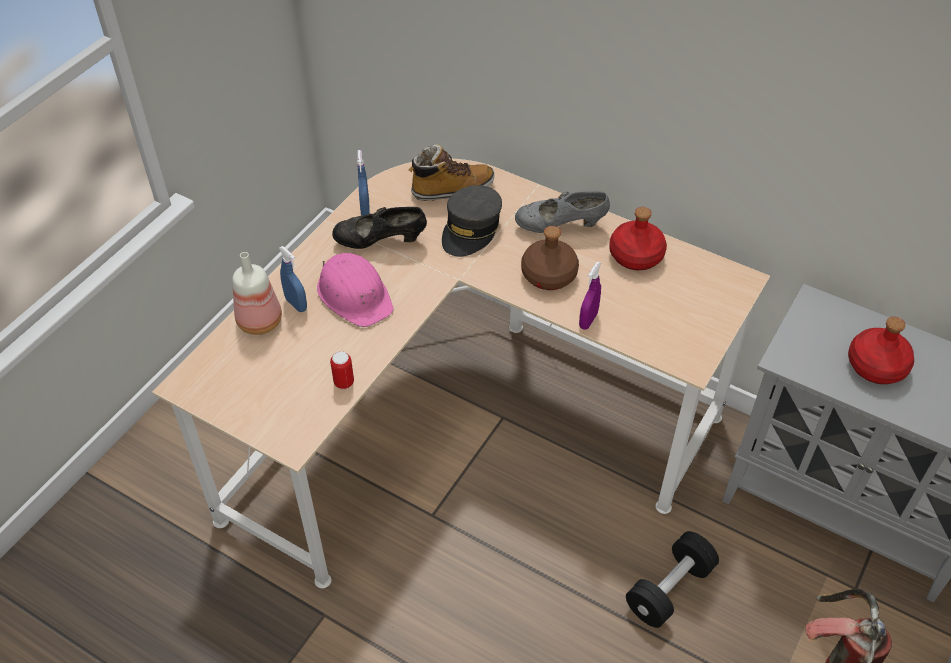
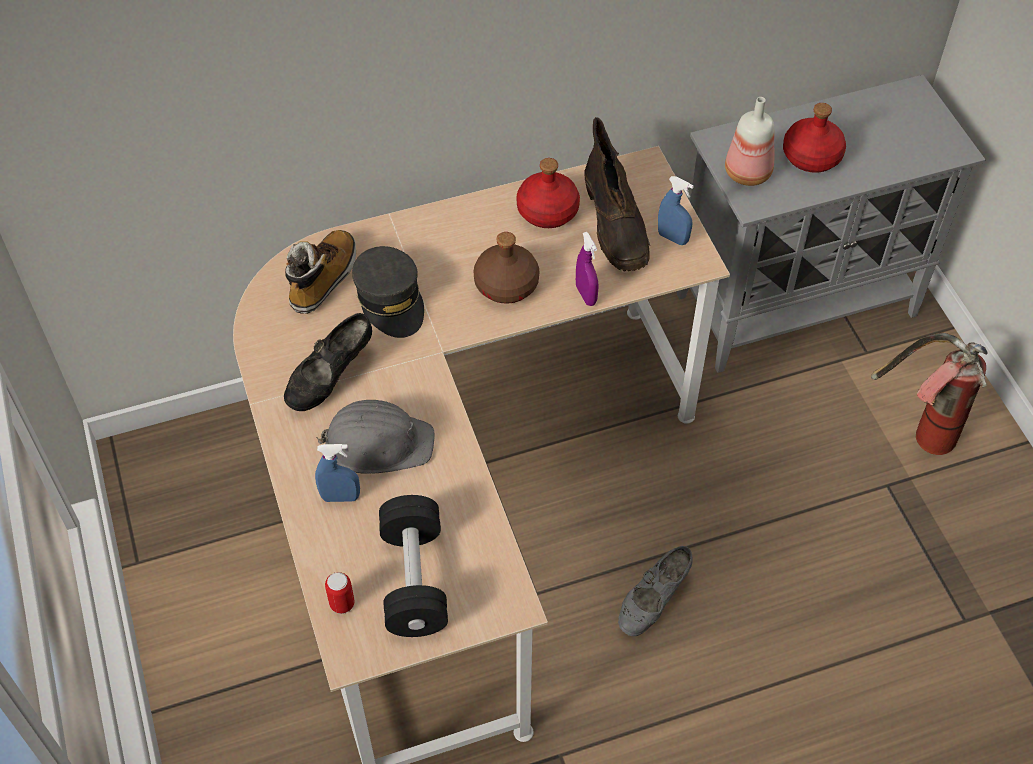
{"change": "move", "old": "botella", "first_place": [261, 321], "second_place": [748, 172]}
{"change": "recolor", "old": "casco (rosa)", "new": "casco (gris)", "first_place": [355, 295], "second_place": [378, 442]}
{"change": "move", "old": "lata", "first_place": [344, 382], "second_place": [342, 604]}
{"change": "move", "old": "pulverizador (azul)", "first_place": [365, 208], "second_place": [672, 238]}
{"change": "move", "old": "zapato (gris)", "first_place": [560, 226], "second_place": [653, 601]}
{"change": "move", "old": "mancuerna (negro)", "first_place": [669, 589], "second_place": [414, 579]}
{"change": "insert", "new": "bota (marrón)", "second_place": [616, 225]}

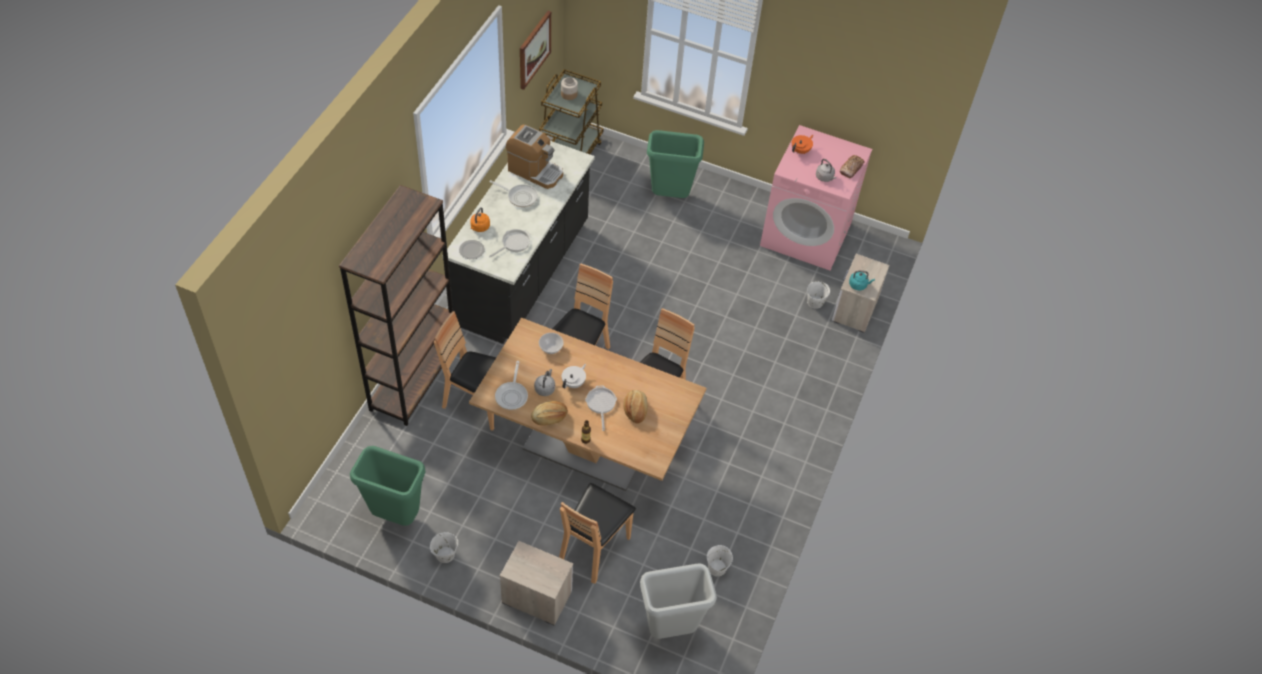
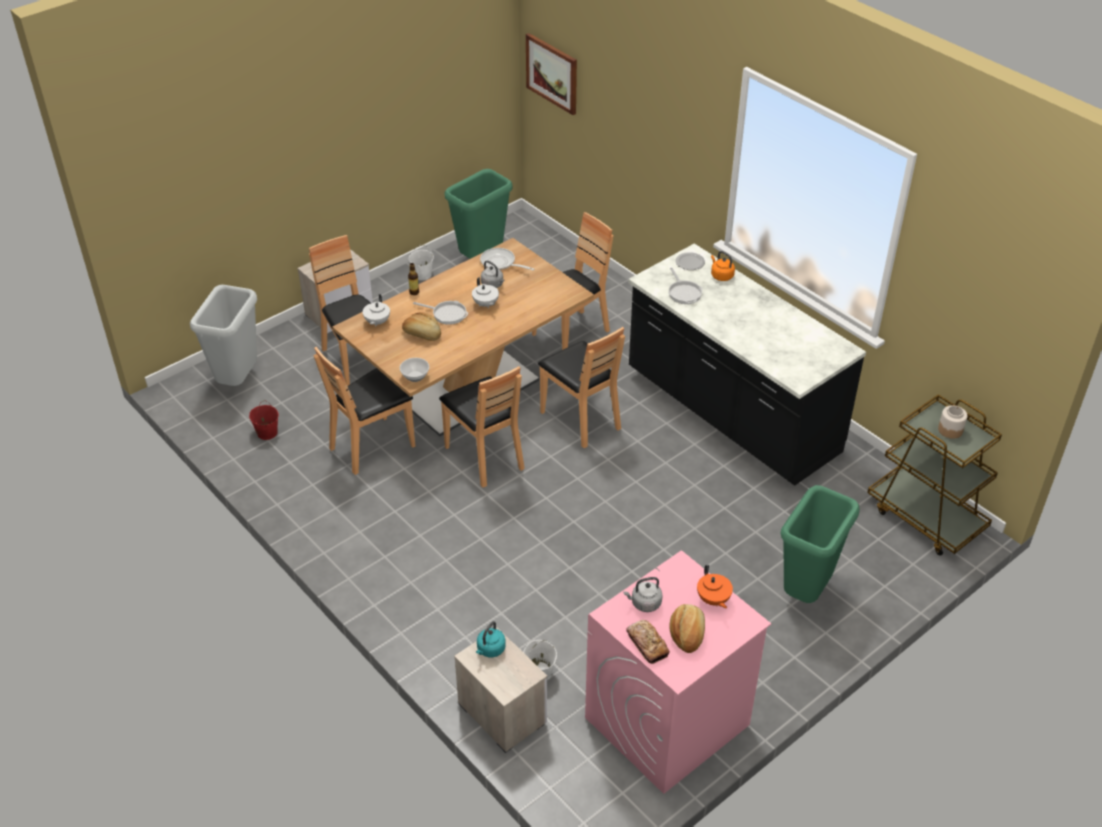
{"change": "delete", "old": "estantería (marrón)", "first_place": [414, 379]}
{"change": "delete", "old": "sartén", "first_place": [520, 197]}
{"change": "delete", "old": "cafetera", "first_place": [535, 171]}
{"change": "move", "old": "cuadro", "first_place": [534, 49], "second_place": [552, 73]}
{"change": "move", "old": "pan", "first_place": [549, 417], "second_place": [687, 633]}
{"change": "move", "old": "cuenco", "first_place": [551, 349], "second_place": [414, 376]}
{"change": "recolor", "old": "cubo (blanco)", "new": "cubo (rojo)", "first_place": [717, 568], "second_place": [267, 433]}
{"change": "insert", "new": "silla (marrón)", "second_place": [372, 446]}
{"change": "insert", "new": "tetera (blanco)", "second_place": [377, 322]}

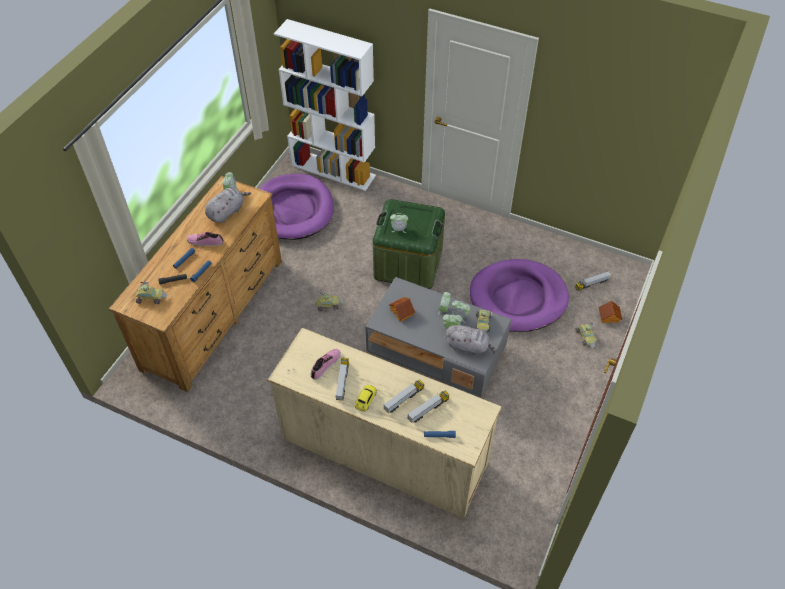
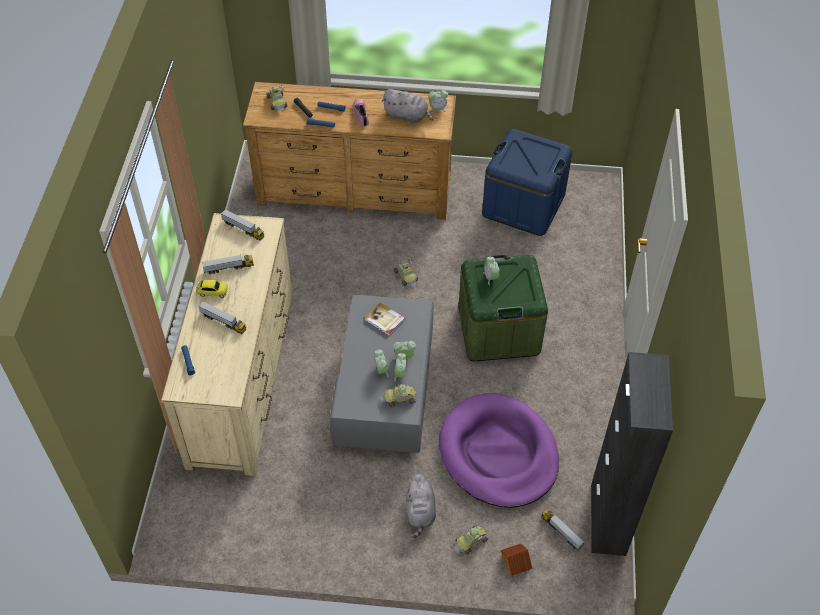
{"change": "replace", "old": "cama para perro (morado)", "new": "caja de almacenaje (azul)", "first_place": [293, 209], "second_place": [523, 205]}
{"change": "delete", "old": "estantería (blanco)", "first_place": [333, 170]}
{"change": "delete", "old": "zapato", "first_place": [326, 365]}
{"change": "replace", "old": "casita", "new": "libro", "first_place": [402, 312], "second_place": [384, 320]}
{"change": "move", "old": "camión de juguete", "first_place": [428, 409], "second_place": [243, 229]}
{"change": "move", "old": "peluche (gris)", "first_place": [469, 346], "second_place": [420, 512]}
{"change": "insert", "new": "armario (negro)", "second_place": [608, 519]}

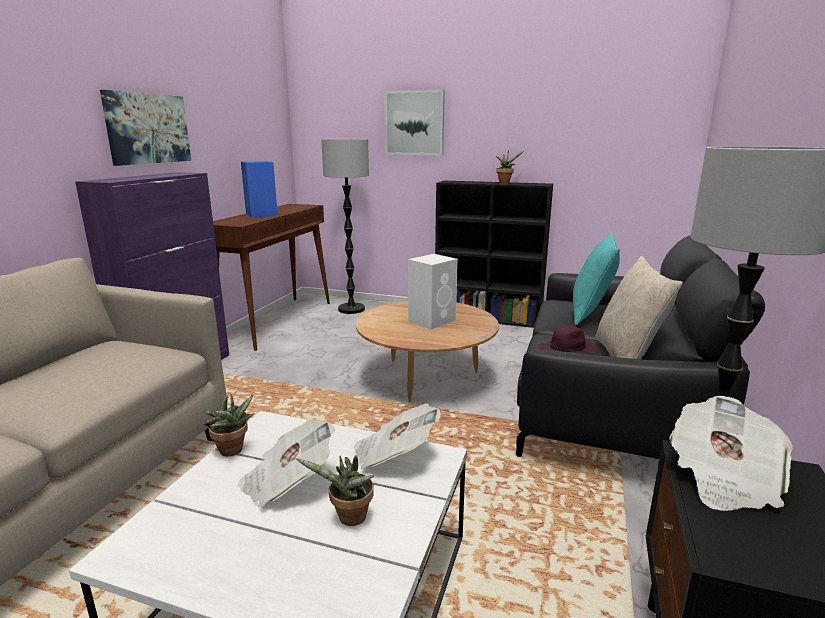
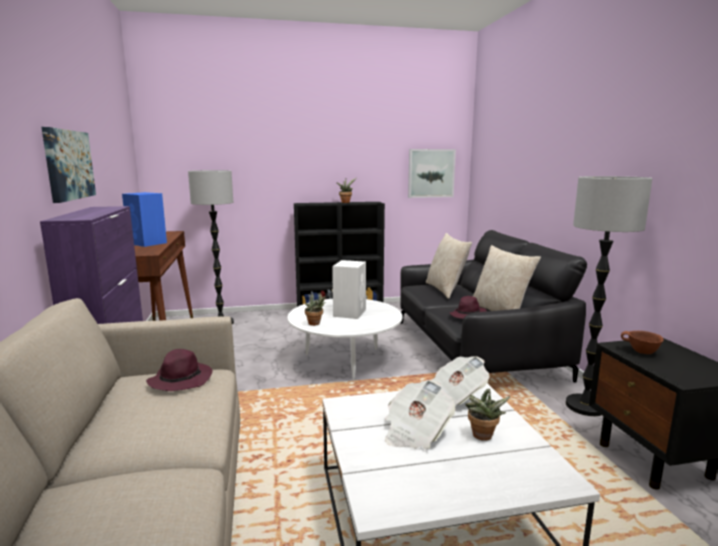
{"change": "move", "old": "planta en maceta", "first_place": [232, 452], "second_place": [315, 324]}
{"change": "recolor", "old": "mesa de centro (marrón)", "new": "mesa de centro (blanco)", "first_place": [426, 377], "second_place": [345, 360]}
{"change": "move", "old": "cuadro", "first_place": [414, 123], "second_place": [431, 173]}
{"change": "recolor", "old": "cojín (turquesa)", "new": "cojín (beis)", "first_place": [590, 313], "second_place": [446, 290]}
{"change": "replace", "old": "periódico", "new": "cuenco (marrón)", "first_place": [723, 479], "second_place": [641, 352]}
{"change": "insert", "new": "sombrero (morado)", "second_place": [181, 379]}

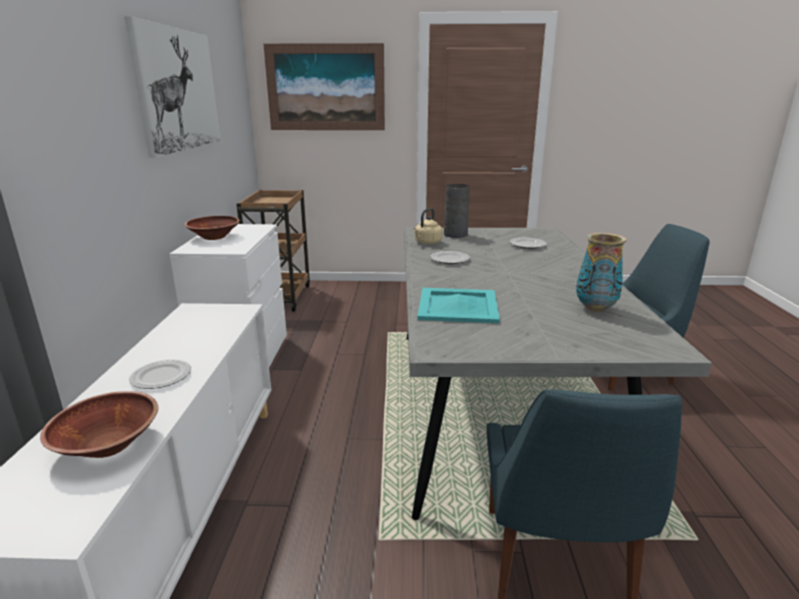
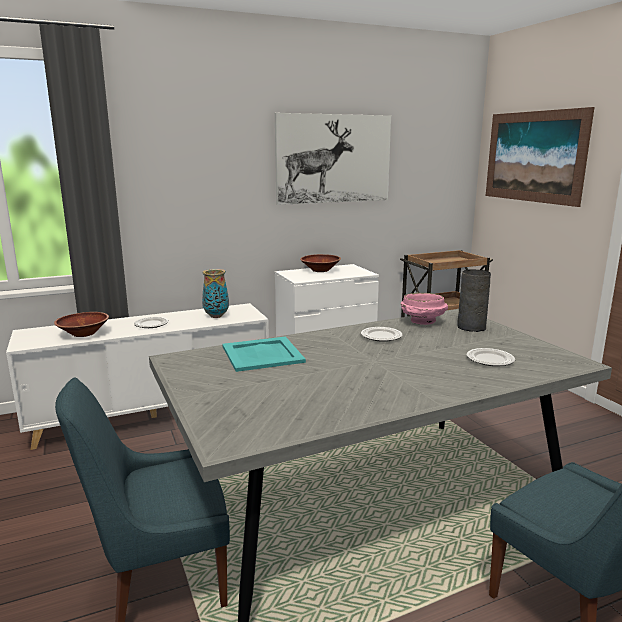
{"change": "replace", "old": "hervidor (beis)", "new": "cuenco (rosa)", "first_place": [427, 243], "second_place": [422, 322]}
{"change": "move", "old": "florero", "first_place": [595, 309], "second_place": [216, 316]}

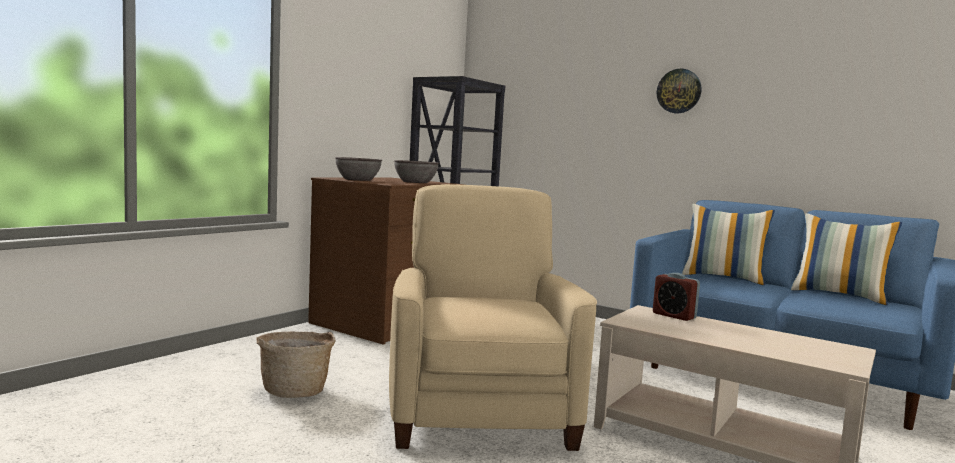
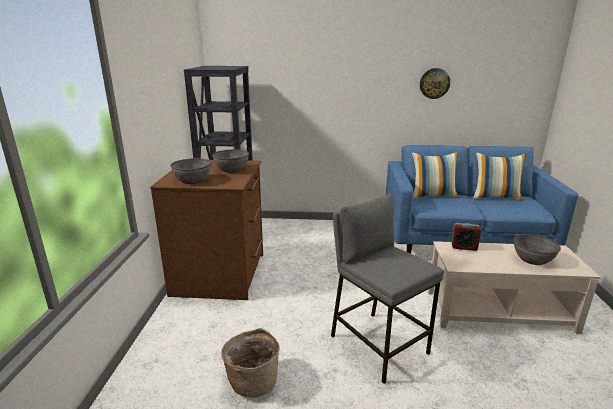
{"change": "replace", "old": "sillón (beis)", "new": "taburete (gris)", "first_place": [479, 412], "second_place": [378, 344]}
{"change": "move", "old": "reloj de pared", "first_place": [679, 91], "second_place": [434, 83]}
{"change": "insert", "new": "cuenco (gris)", "second_place": [532, 259]}

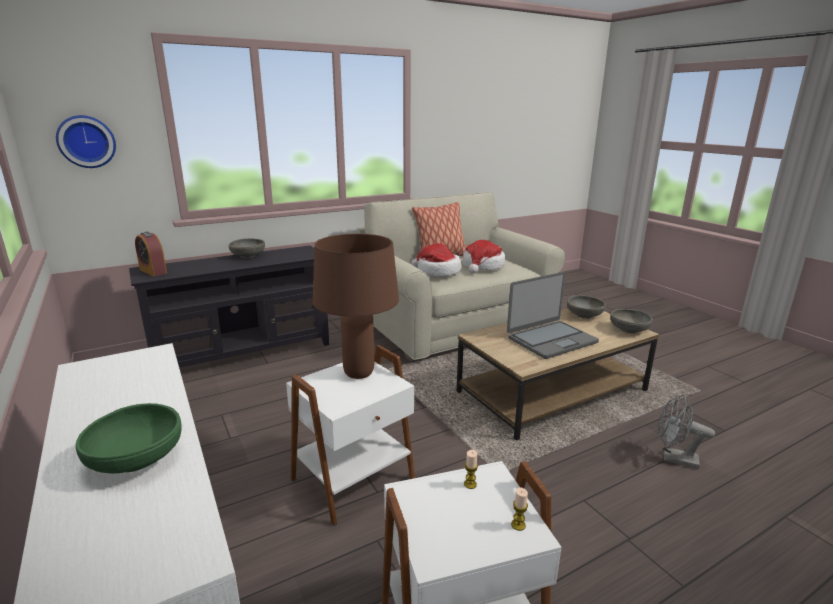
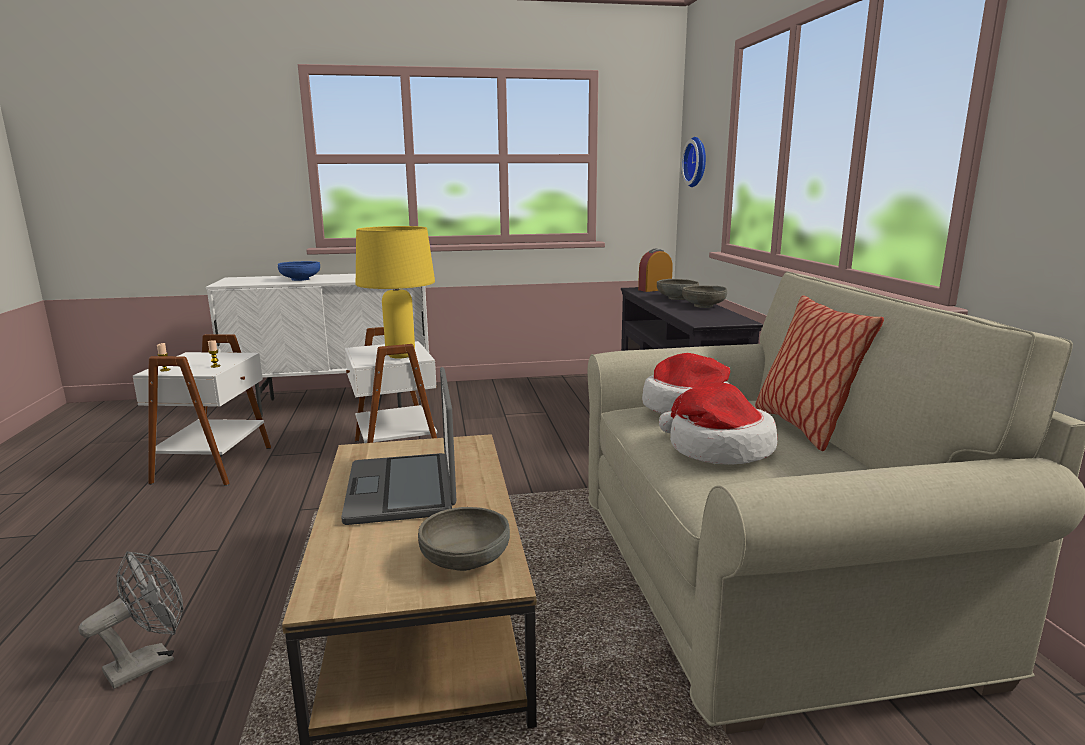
{"change": "recolor", "old": "cuenco (verde)", "new": "cuenco (azul)", "first_place": [137, 459], "second_place": [300, 279]}
{"change": "recolor", "old": "lámpara de mesa (marrón)", "new": "lámpara de mesa (amarillo)", "first_place": [359, 373], "second_place": [401, 356]}
{"change": "move", "old": "cuenco (gris)", "first_place": [629, 330], "second_place": [676, 298]}

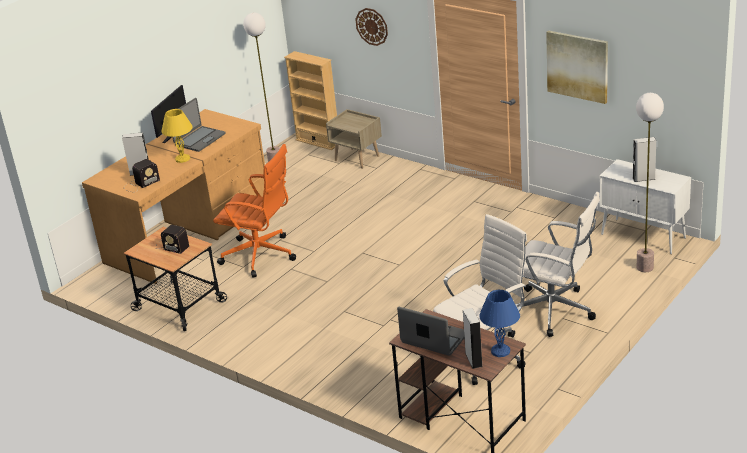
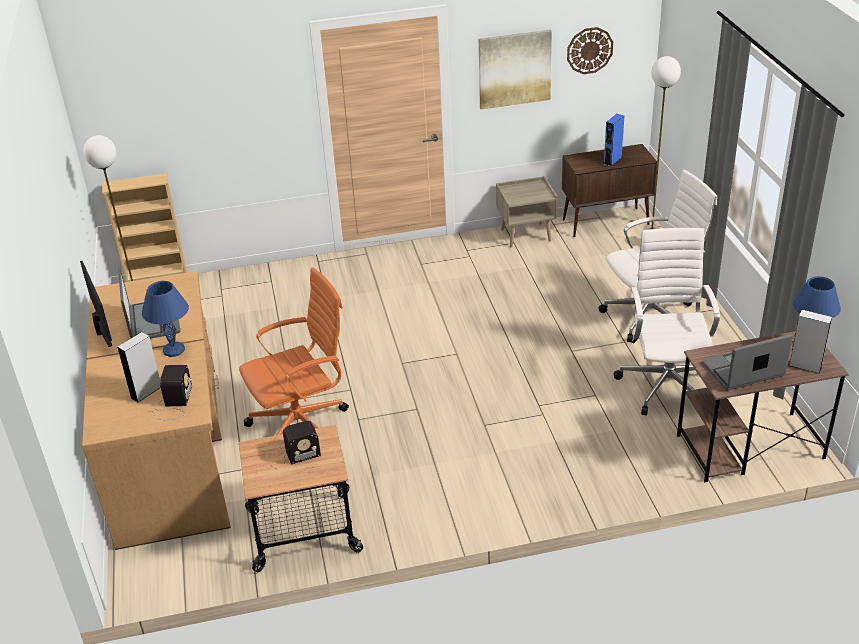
{"change": "recolor", "old": "lámpara de mesa (amarillo)", "new": "lámpara de mesa (azul)", "first_place": [182, 159], "second_place": [174, 350]}
{"change": "move", "old": "mesita de noche (beis)", "first_place": [357, 158], "second_place": [526, 234]}
{"change": "move", "old": "reloj de pared", "first_place": [372, 26], "second_place": [589, 50]}
{"change": "recolor", "old": "armario (blanco)", "new": "armario (marrón)", "first_place": [644, 236], "second_place": [606, 222]}
{"change": "recolor", "old": "altavoz (gris)", "new": "altavoz (azul)", "first_place": [643, 178], "second_place": [612, 160]}

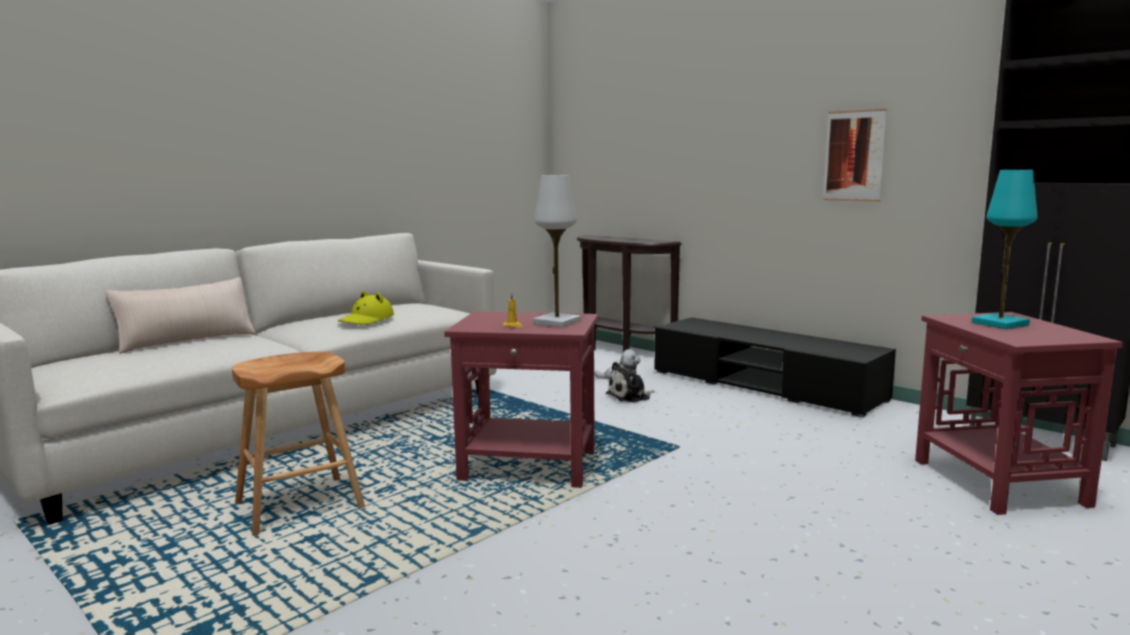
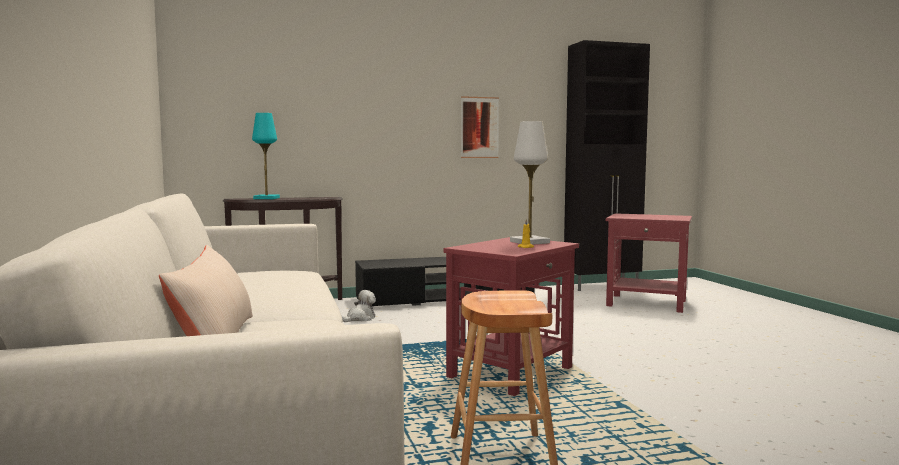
{"change": "delete", "old": "sombrero (amarillo)", "first_place": [366, 320]}
{"change": "delete", "old": "peluche", "first_place": [630, 396]}
{"change": "move", "old": "lámpara de mesa (turquesa)", "first_place": [1000, 324], "second_place": [266, 198]}

